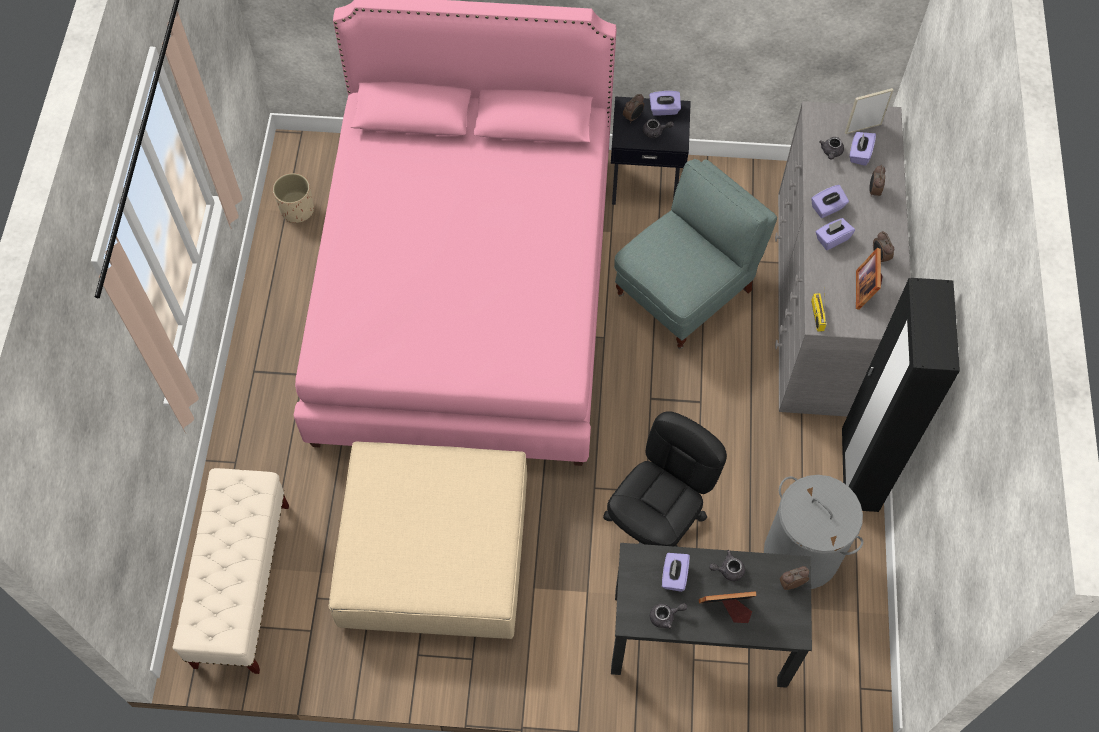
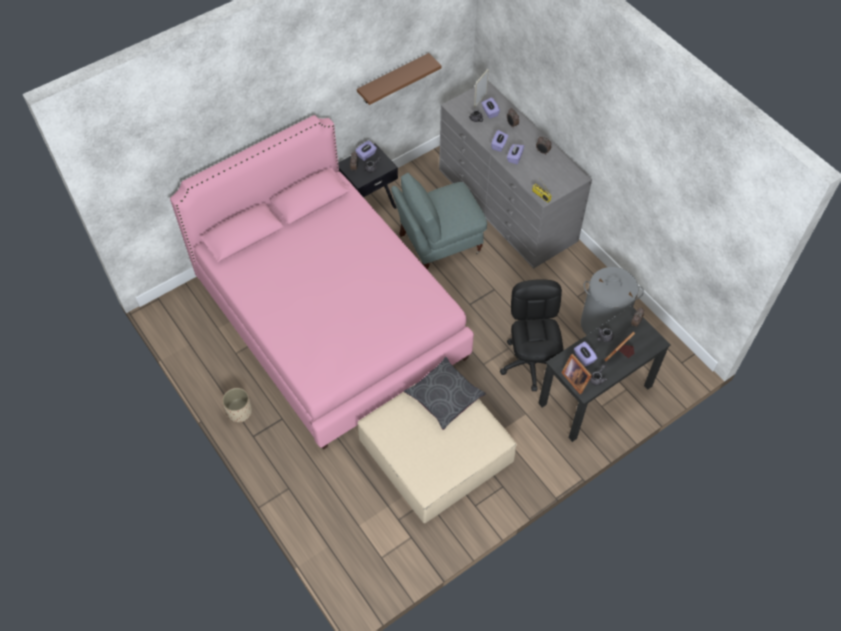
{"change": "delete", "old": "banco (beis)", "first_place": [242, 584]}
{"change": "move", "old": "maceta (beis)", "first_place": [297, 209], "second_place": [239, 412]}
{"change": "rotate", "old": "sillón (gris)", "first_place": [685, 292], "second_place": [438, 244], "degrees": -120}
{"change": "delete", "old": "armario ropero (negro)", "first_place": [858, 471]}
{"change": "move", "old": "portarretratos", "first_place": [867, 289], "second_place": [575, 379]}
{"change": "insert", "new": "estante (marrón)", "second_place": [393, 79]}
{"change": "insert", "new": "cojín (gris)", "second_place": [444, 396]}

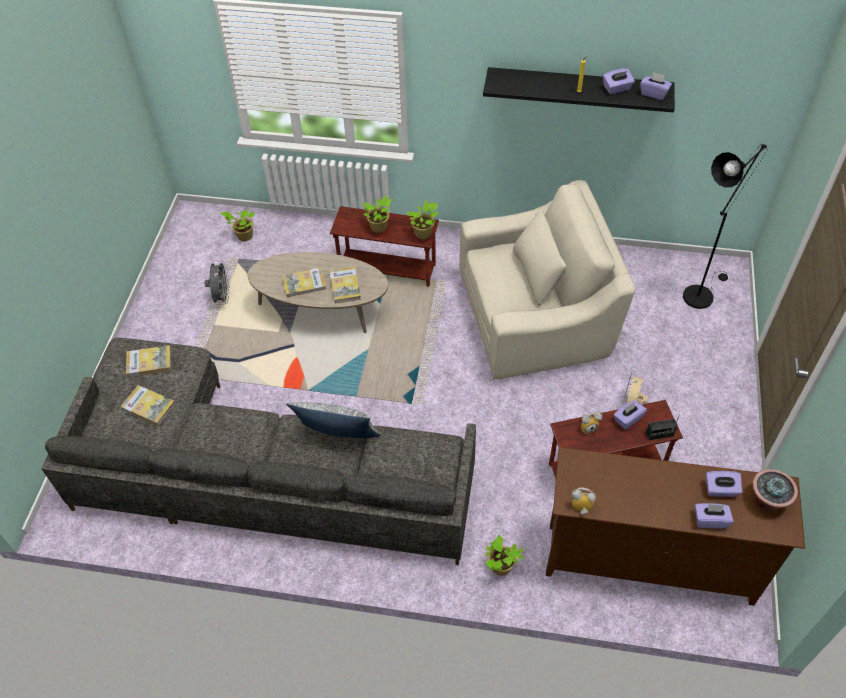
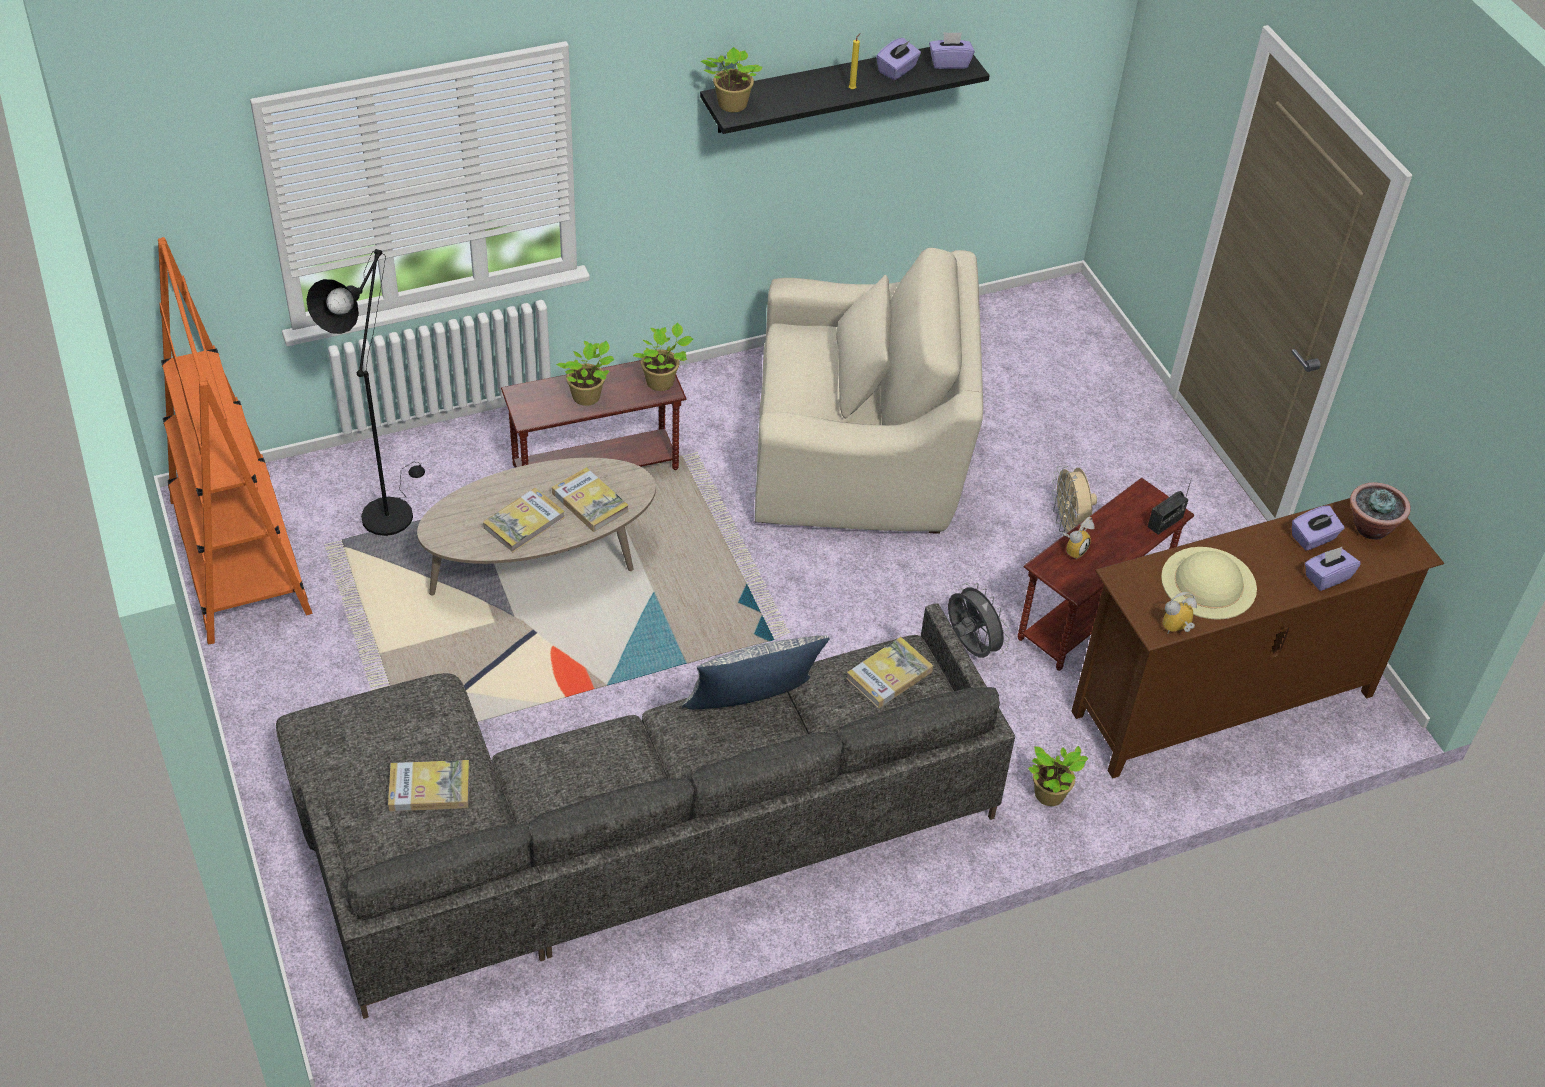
{"change": "move", "old": "libro", "first_place": [149, 362], "second_place": [889, 675]}
{"change": "move", "old": "ventilador (gris)", "first_place": [222, 297], "second_place": [970, 647]}
{"change": "move", "old": "planta en maceta", "first_place": [243, 236], "second_place": [730, 105]}
{"change": "rotate", "old": "sillón (beis)", "first_place": [536, 316], "second_place": [860, 452], "degrees": 45}
{"change": "delete", "old": "caja de pañuelos (morado)", "first_place": [627, 419]}
{"change": "move", "old": "lámpara de pie (negro)", "first_place": [700, 293], "second_place": [390, 509]}
{"change": "insert", "new": "estantería (naranja)", "second_place": [240, 556]}
{"change": "insert", "new": "sombrero (beis)", "second_place": [1208, 583]}

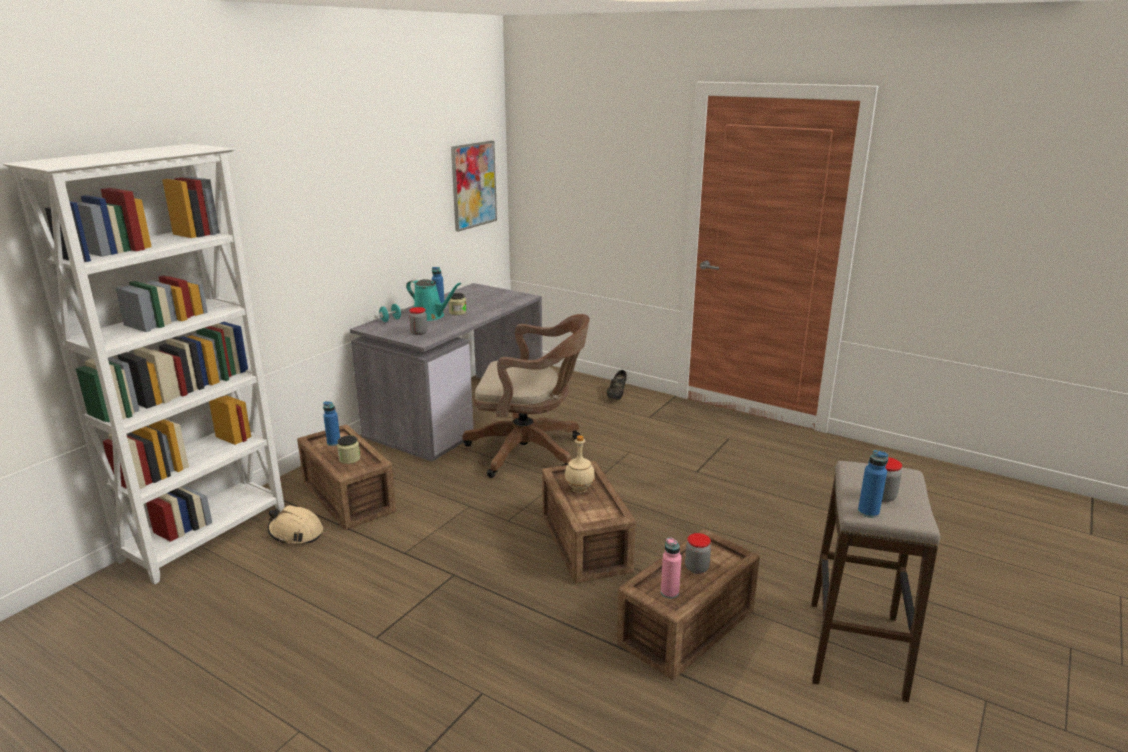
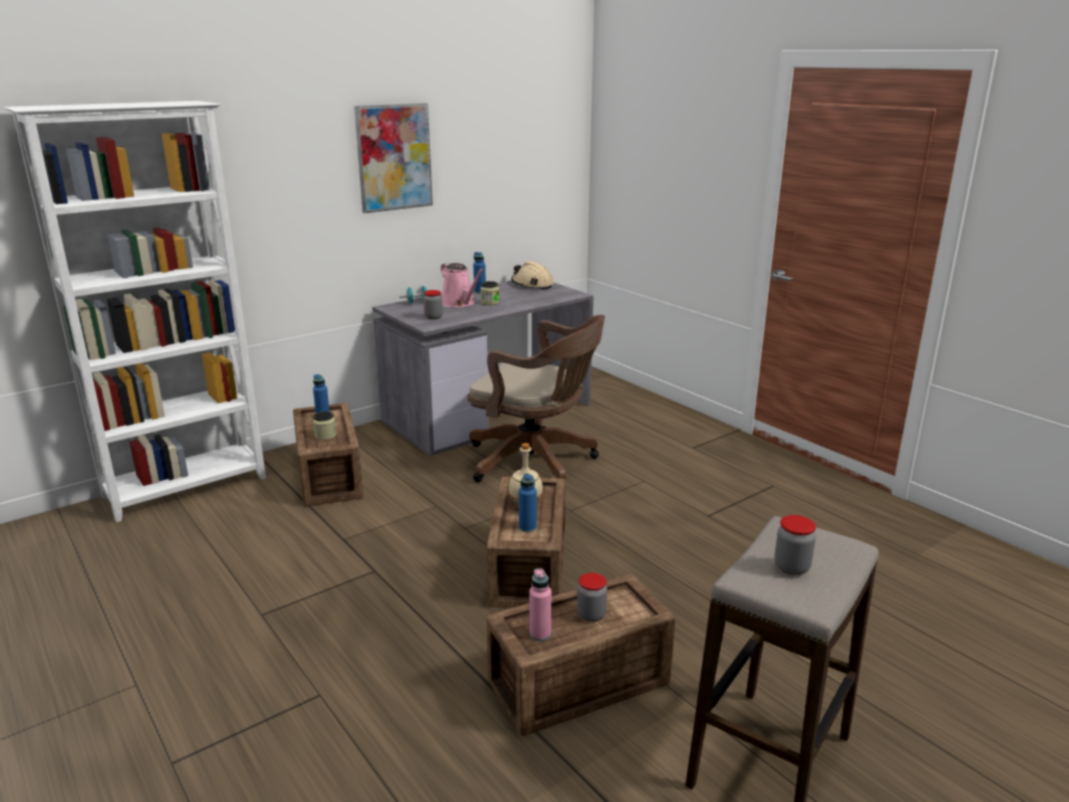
{"change": "move", "old": "casco (beis)", "first_place": [296, 533], "second_place": [532, 285]}
{"change": "recolor", "old": "regadera (turquesa)", "new": "regadera (rosa)", "first_place": [430, 316], "second_place": [460, 303]}
{"change": "move", "old": "cuadro", "first_place": [473, 185], "second_place": [394, 157]}
{"change": "delete", "old": "zapato (negro)", "first_place": [616, 395]}
{"change": "move", "old": "botella (azul)", "first_place": [868, 512], "second_place": [527, 527]}

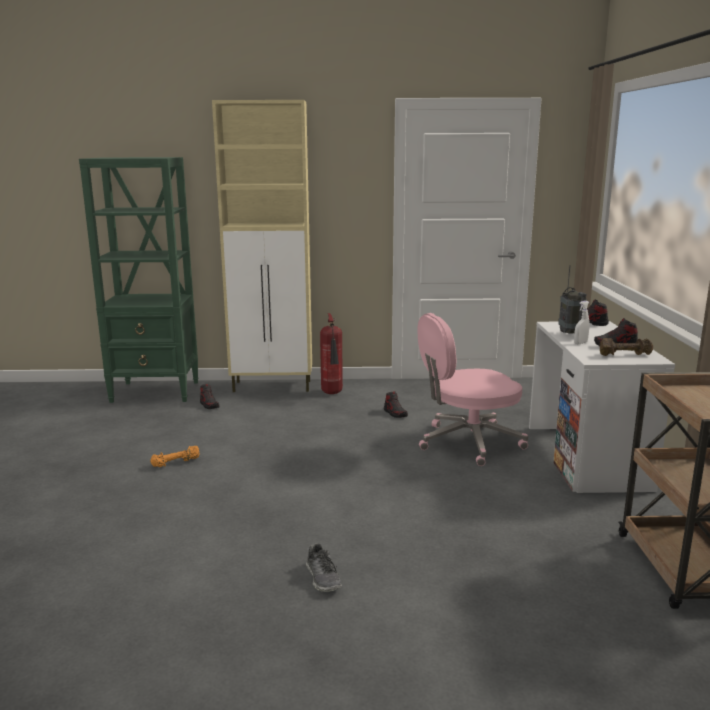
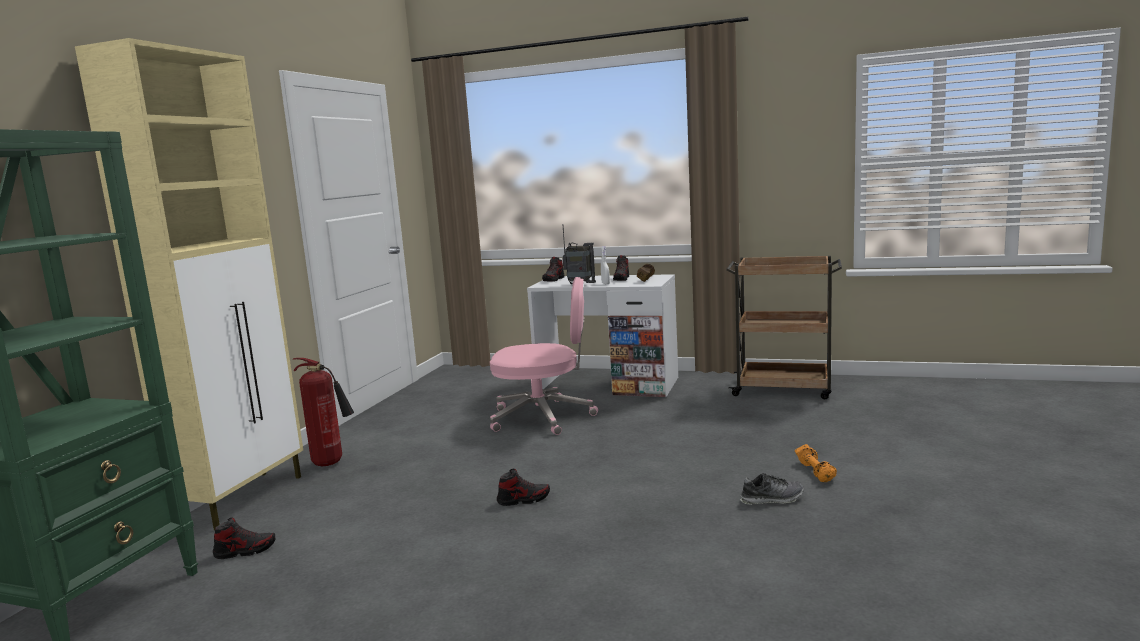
{"change": "move", "old": "mancuerna (naranja)", "first_place": [176, 463], "second_place": [815, 472]}
{"change": "move", "old": "zapato", "first_place": [395, 413], "second_place": [523, 499]}
{"change": "rotate", "old": "silla de oficina (rosa)", "first_place": [468, 442], "second_place": [544, 417], "degrees": -90}

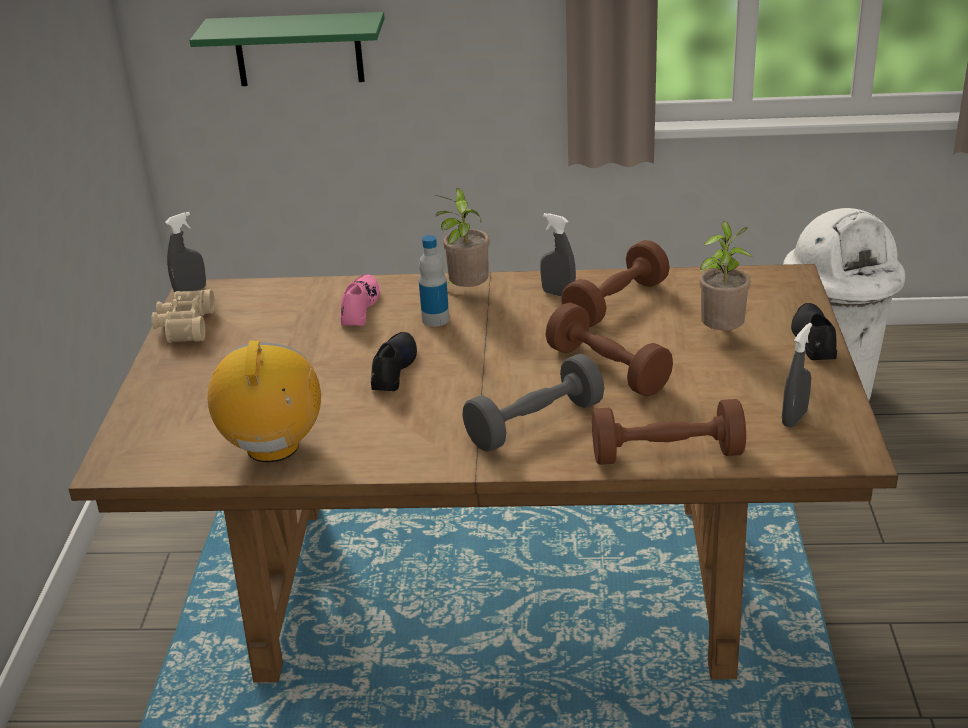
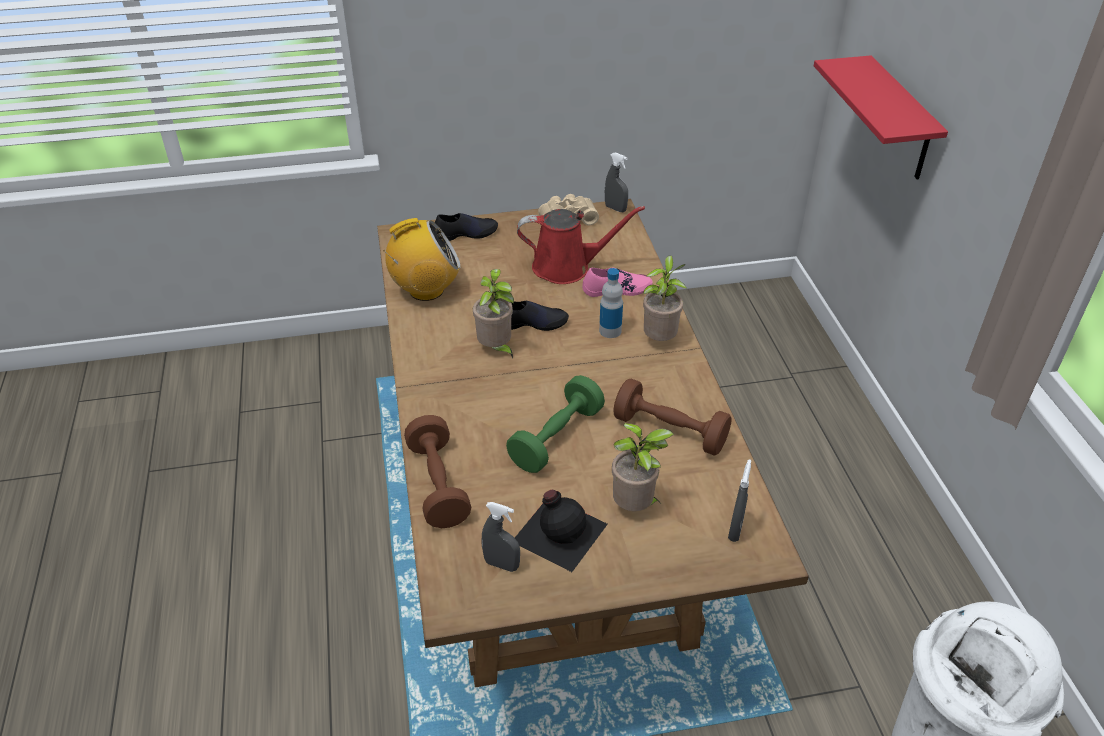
{"change": "recolor", "old": "estante (verde)", "new": "estante (rojo)", "first_place": [298, 49], "second_place": [899, 121]}
{"change": "delete", "old": "mancuerna (gris)", "first_place": [535, 424]}
{"change": "move", "old": "pulverizador (gris)", "first_place": [558, 294], "second_place": [735, 530]}
{"change": "recolor", "old": "mancuerna (marrón)", "new": "mancuerna (verde)", "first_place": [607, 369], "second_place": [556, 438]}
{"change": "move", "old": "zapato (negro)", "first_place": [813, 339], "second_place": [465, 233]}
{"change": "insert", "new": "planta en maceta", "second_place": [496, 349]}
{"change": "insert", "new": "botella (negro)", "second_place": [559, 531]}
{"change": "insert", "new": "regadera (rojo)", "second_place": [567, 267]}

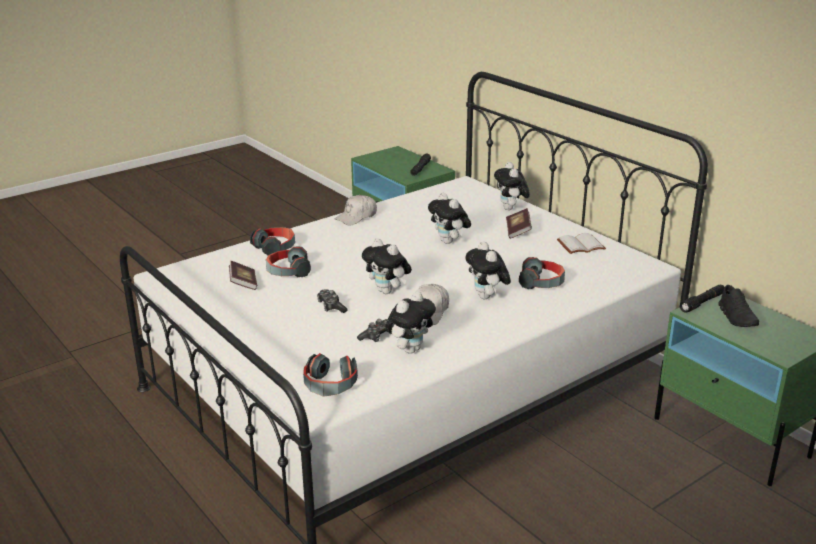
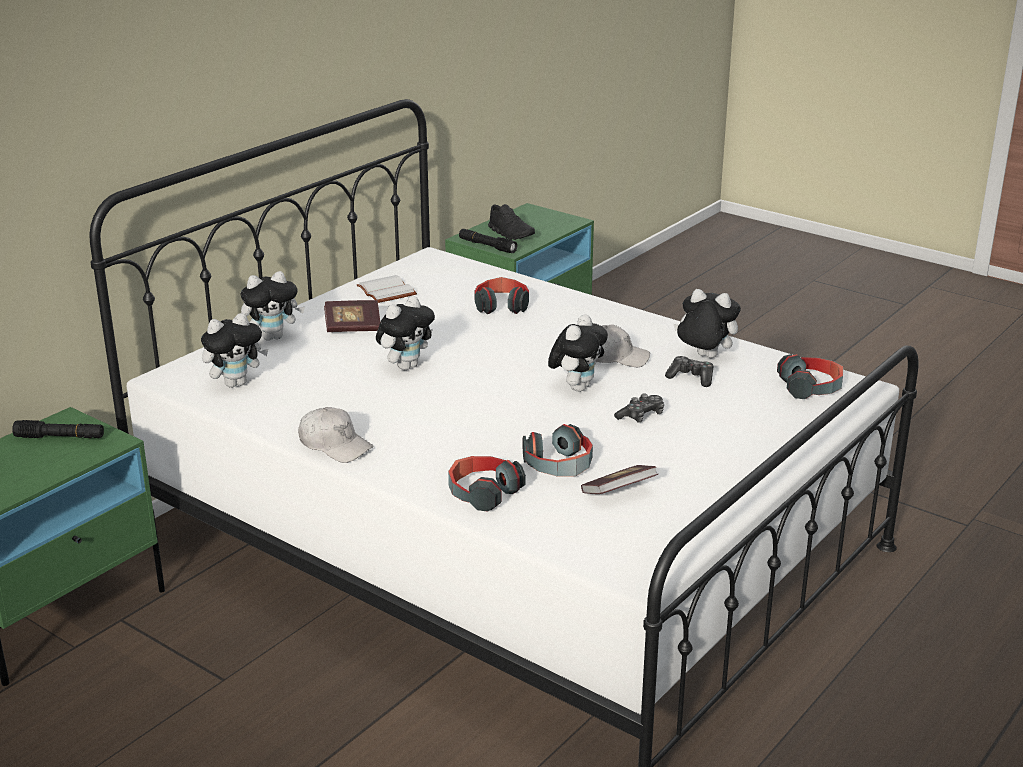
{"change": "move", "old": "peluche", "first_place": [487, 297], "second_place": [236, 383]}
{"change": "rotate", "old": "zapato (negro)", "first_place": [737, 318], "second_place": [511, 234], "degrees": 75}

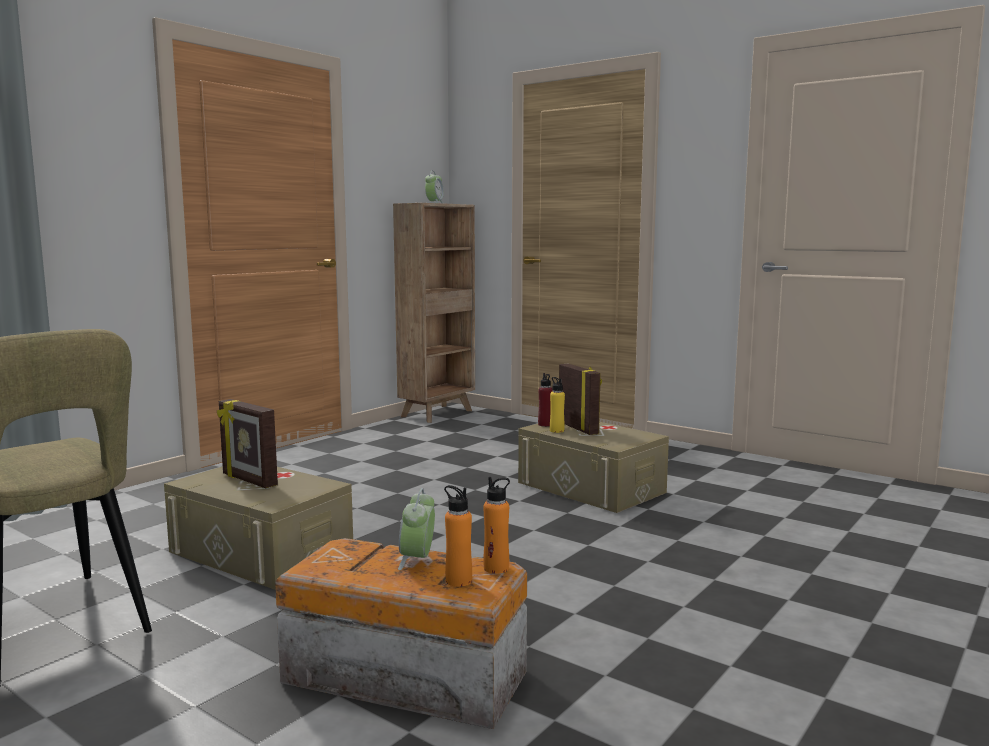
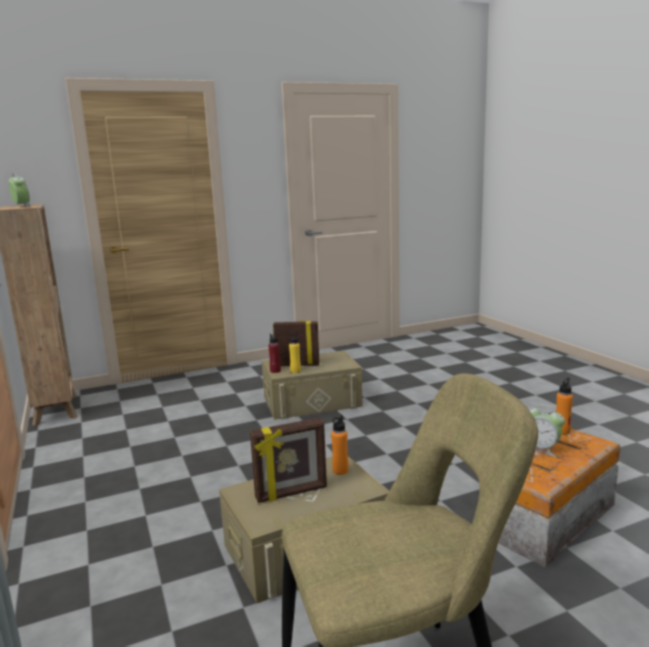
{"change": "move", "old": "botella (naranja)", "first_place": [458, 580], "second_place": [340, 470]}

